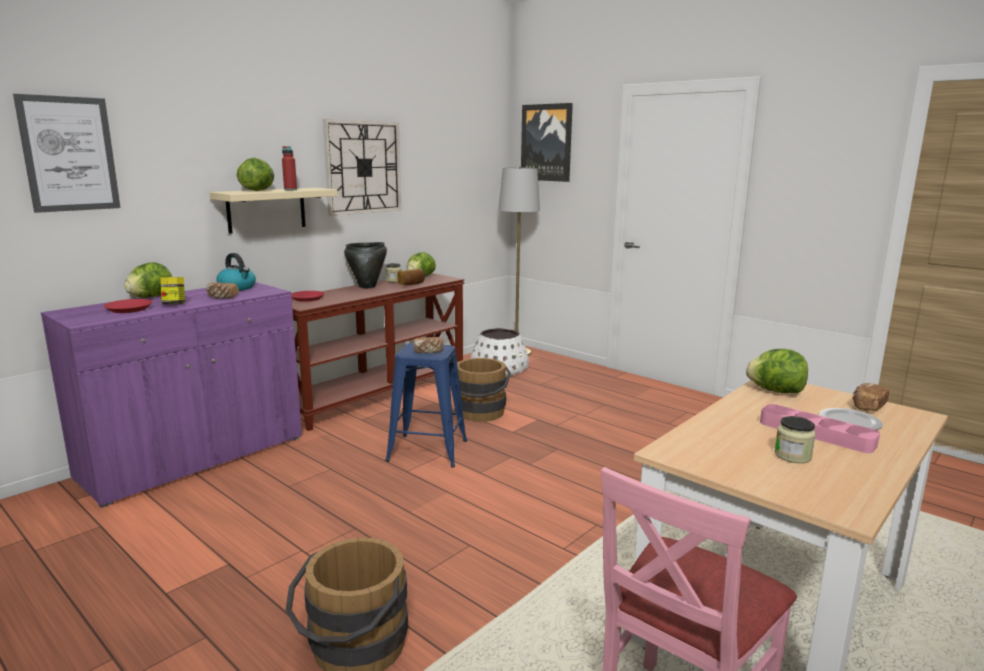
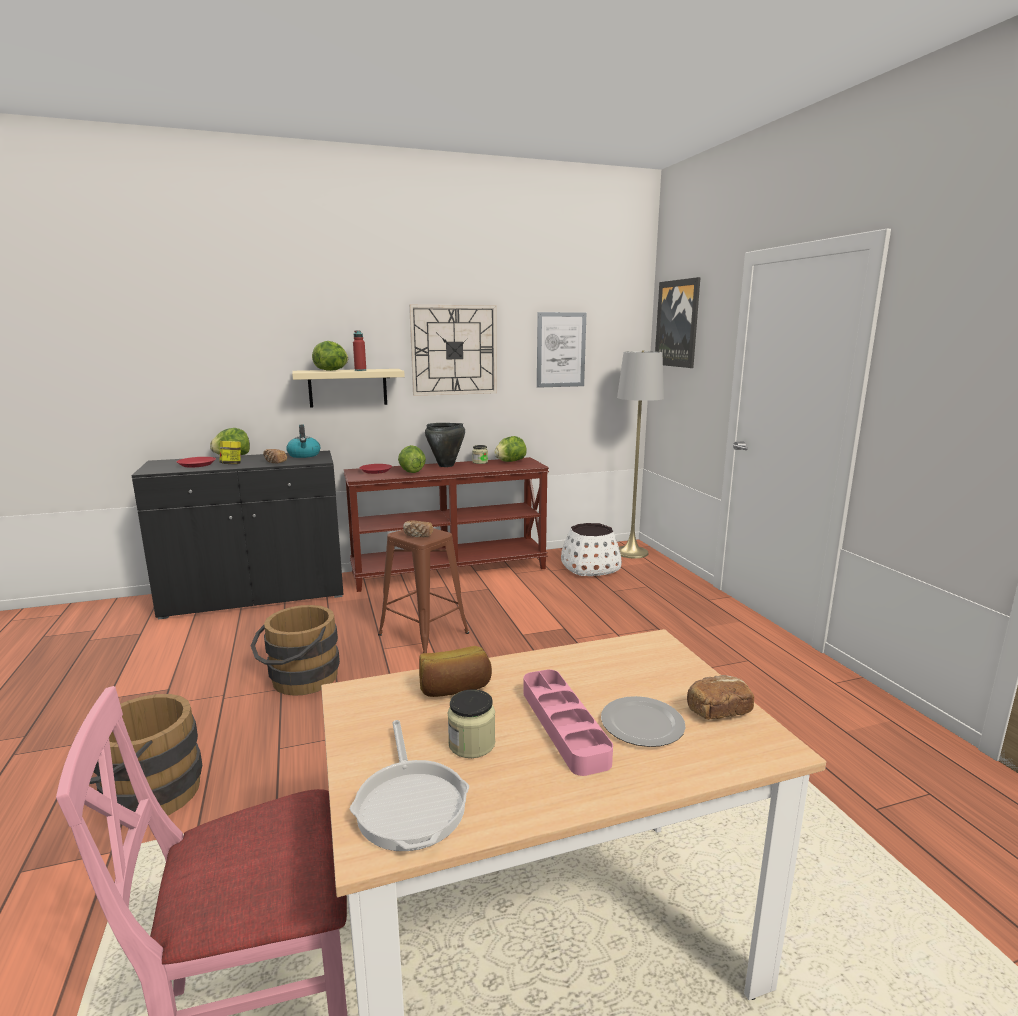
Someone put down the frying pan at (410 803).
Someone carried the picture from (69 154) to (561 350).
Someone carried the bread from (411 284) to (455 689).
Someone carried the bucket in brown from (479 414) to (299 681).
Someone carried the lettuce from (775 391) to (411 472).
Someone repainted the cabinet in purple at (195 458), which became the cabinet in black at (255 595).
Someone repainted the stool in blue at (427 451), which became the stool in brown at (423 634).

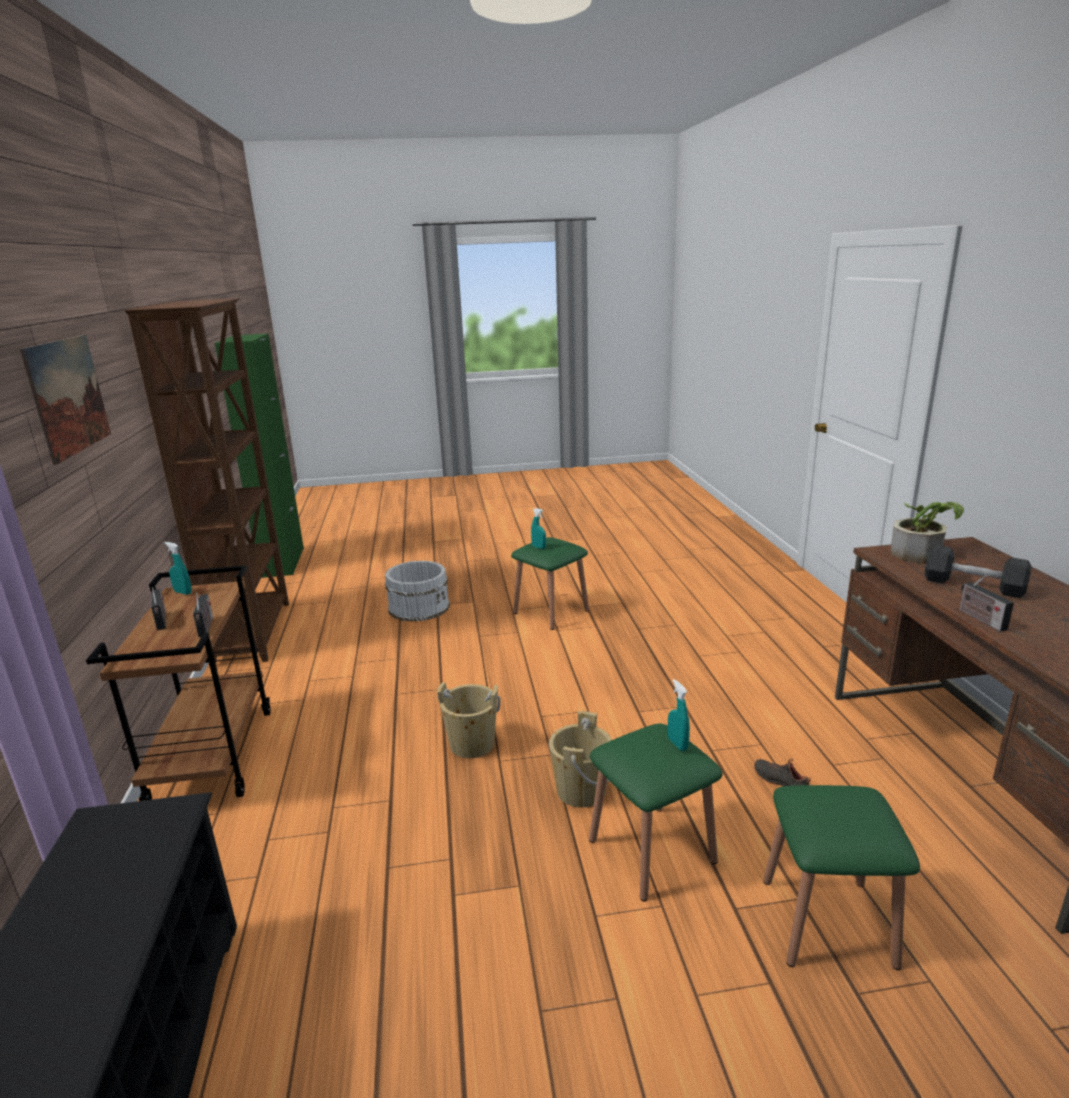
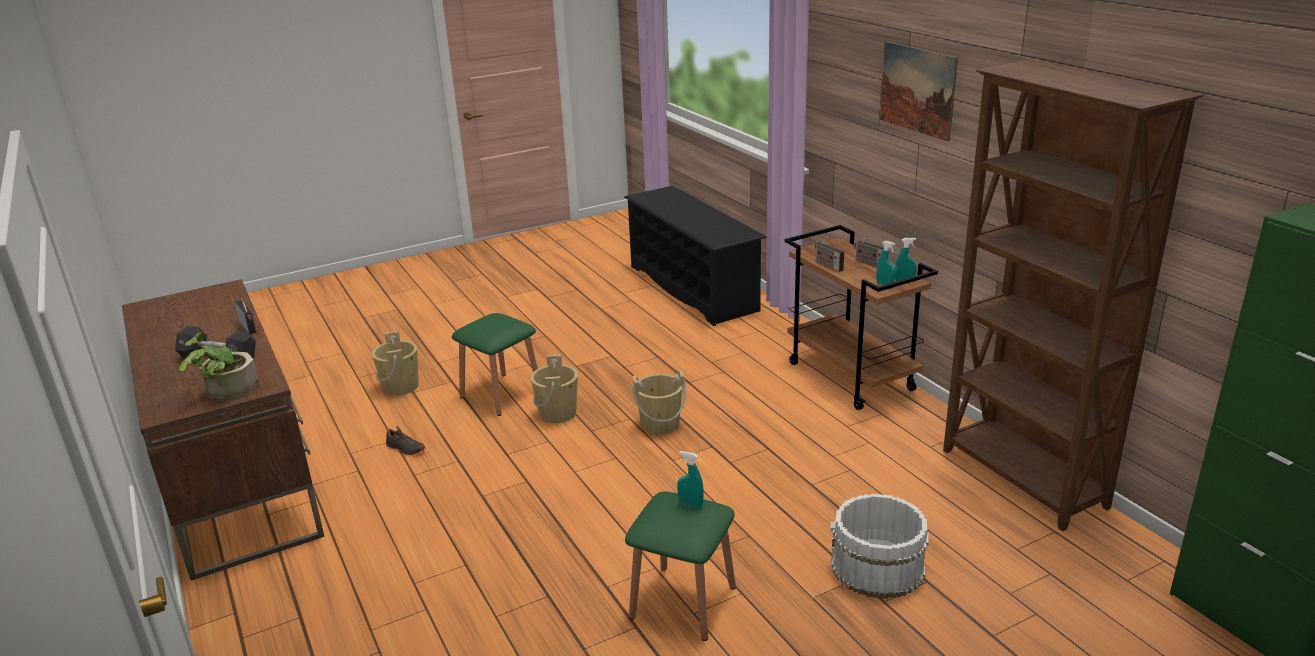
Someone carried the spray bottle in turquoise from (677 744) to (885 285).
Someone swapped the stool in green at (827 921) for the bucket in beige at (401 386).

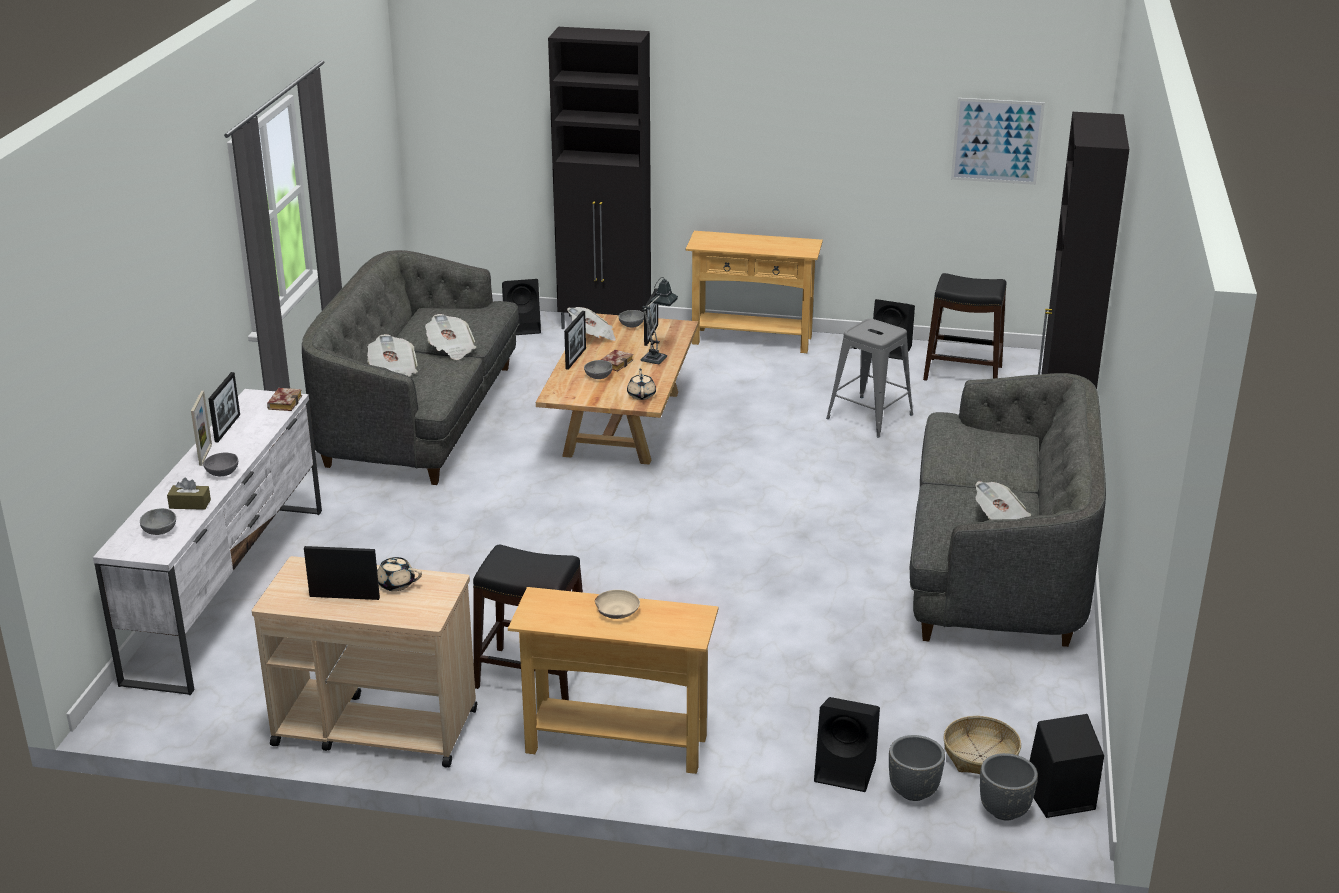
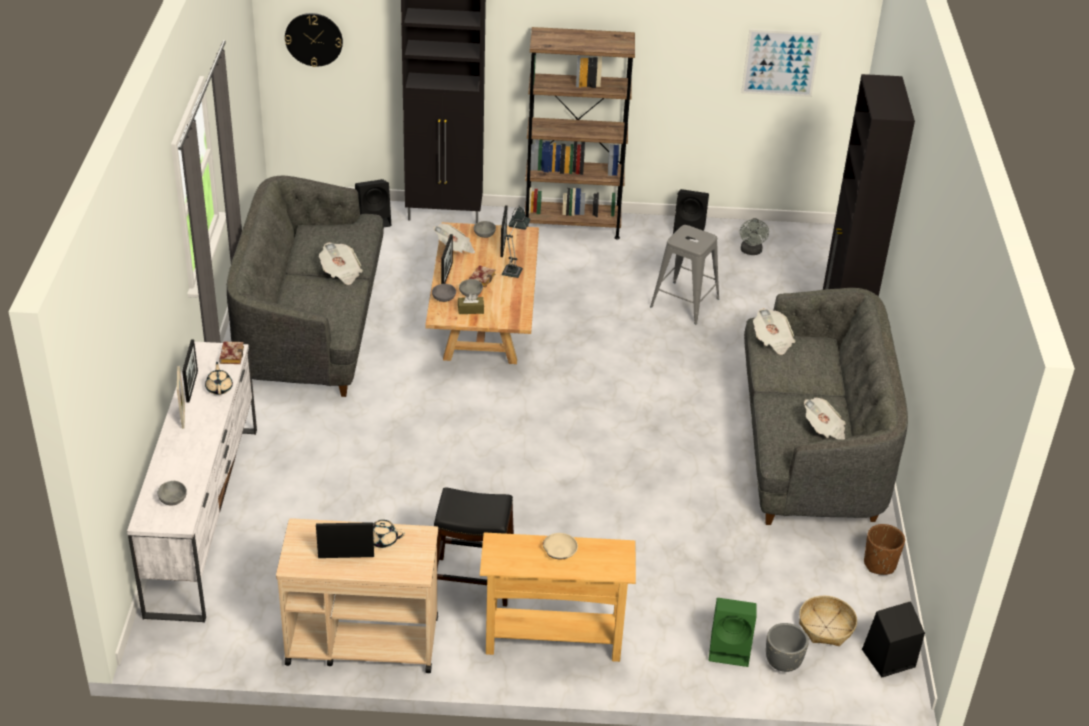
Someone took away the planter in grey at (1004 811).
Someone put up the wall clock at (313 39).
Someone put down the planter in brown at (880 564).
Someone carried the tissue box in brown from (190 504) to (470 310).
Someone carried the bowl in grey from (222 473) to (444 299).
Someone carried the newspaper from (393 372) to (772 341).
Someone carried the teapot in beige from (641 395) to (219 388).
Someone swapped the console table in beige at (752 340) for the bookcase in brown at (572 225).
Someone swapped the stool in black at (962 373) for the fan in grey at (751 252).
Someone repainted the speaker in black at (847 771), which became the speaker in green at (731 649).

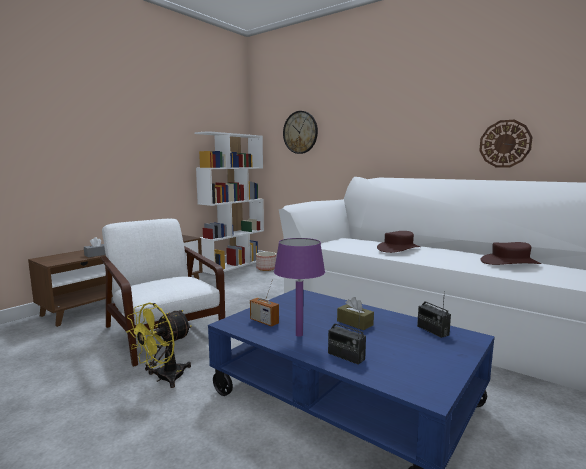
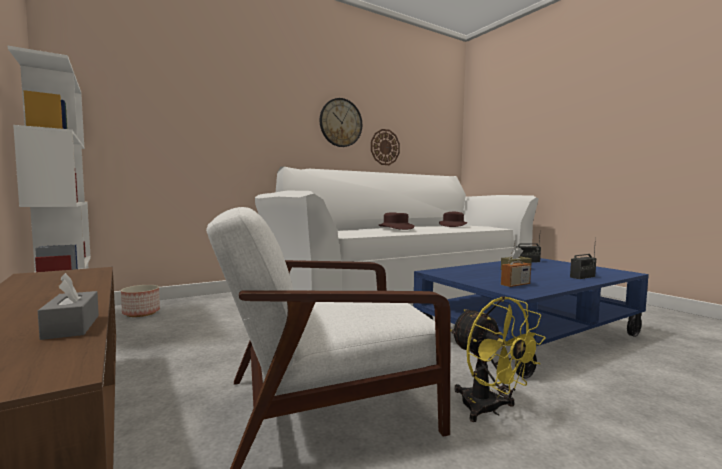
Someone took away the table lamp in purple at (299 335).
Someone carried the wall clock from (300 132) to (340 123).

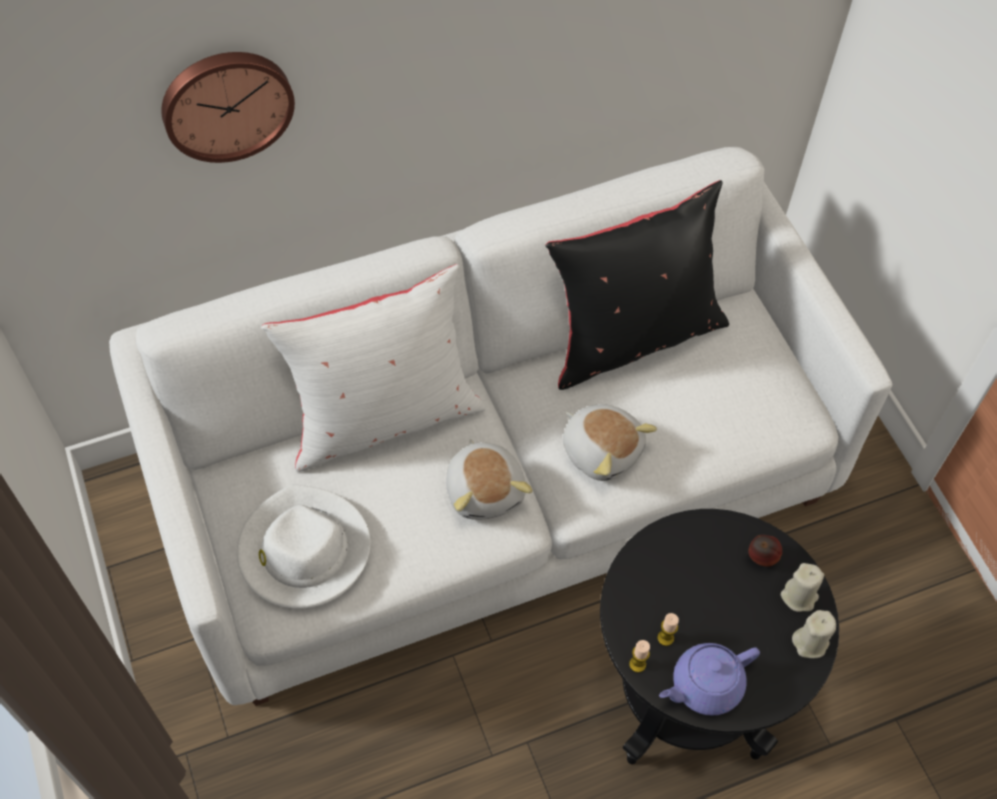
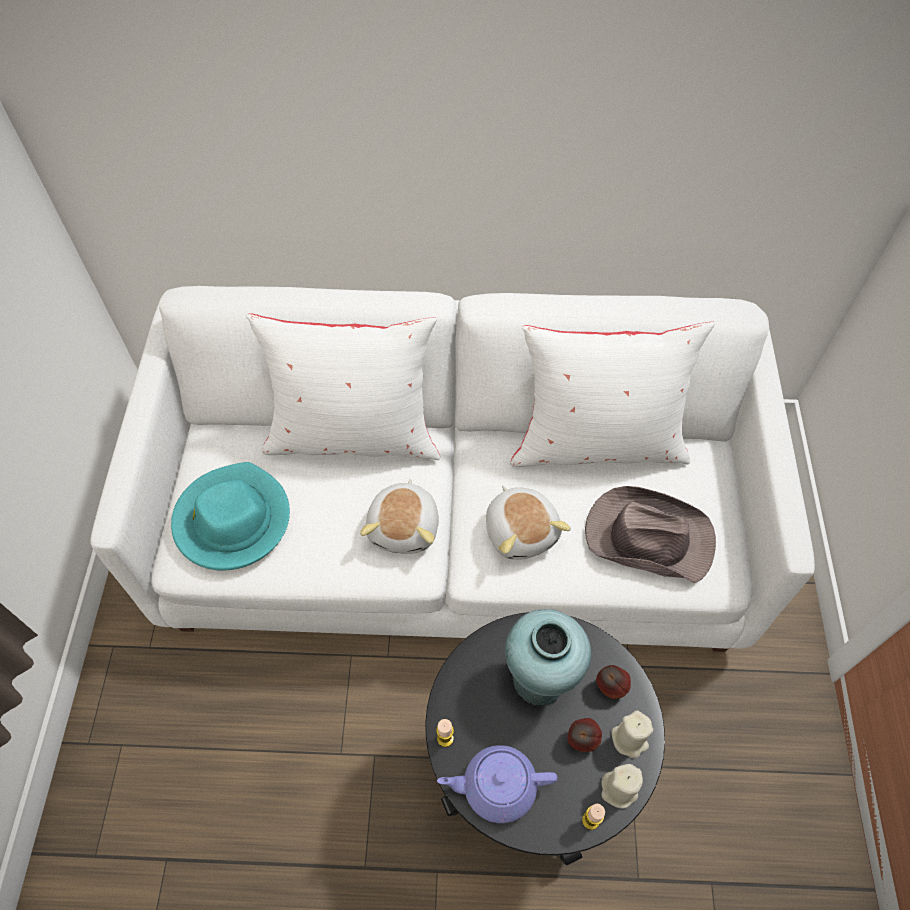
Someone took away the wall clock at (226 103).
Someone put down the vase in turquoise at (539 678).
Someone put down the apple at (581 740).
Someone put down the hat in brown at (647 537).
Someone carried the candle from (665 638) to (590 820).
Someone repainted the hat in white at (303 550), which became the hat in turquoise at (232 520).
Someone repainted the pillow in black at (632 336), which became the pillow in white at (597 443).

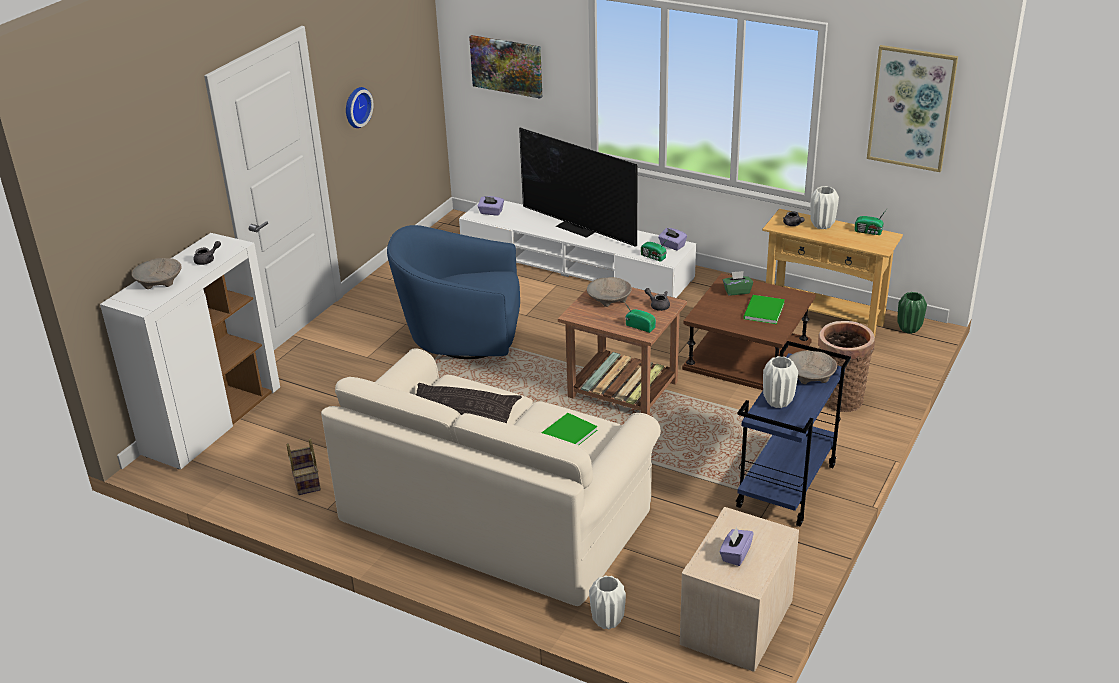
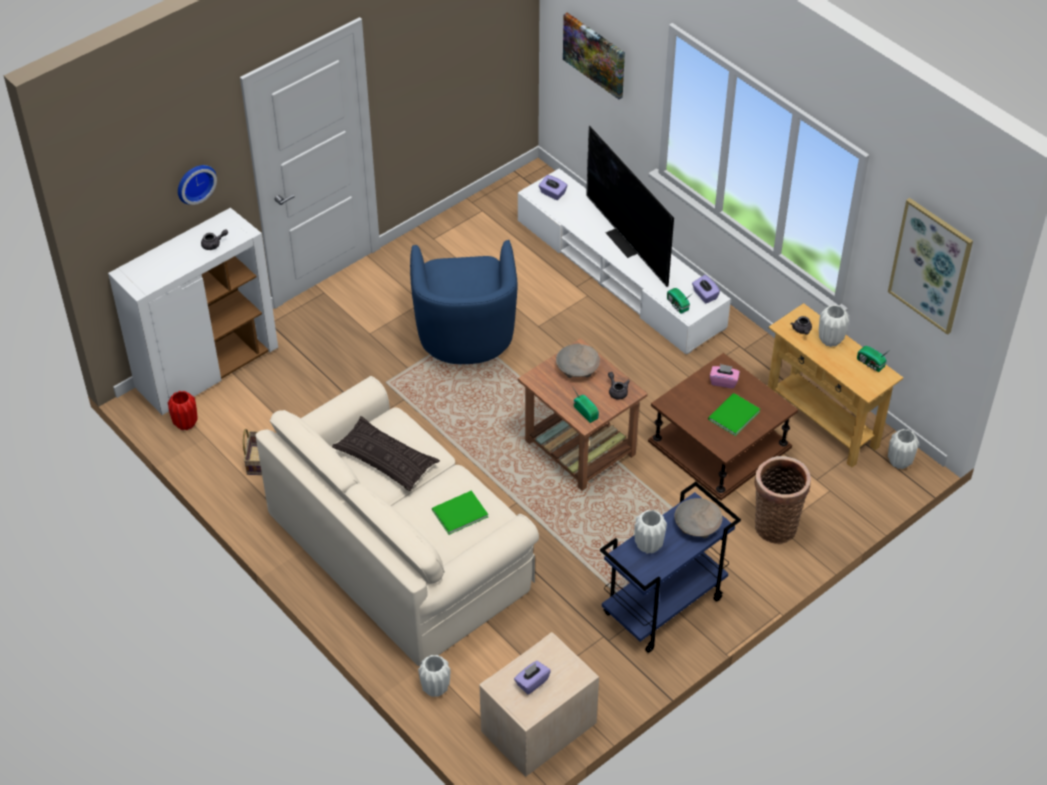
Someone took away the bowl in beige at (158 281).
Someone put down the vase in red at (185 423).
Someone carried the wall clock from (356 107) to (194 182).
Someone repainted the tissue box in green at (737 291), which became the tissue box in pink at (723 382).
Someone repainted the vase in green at (908 329), which became the vase in white at (899 462).
Someone rotated the armchair in blue at (461 337) by 120 degrees counterclockwise.

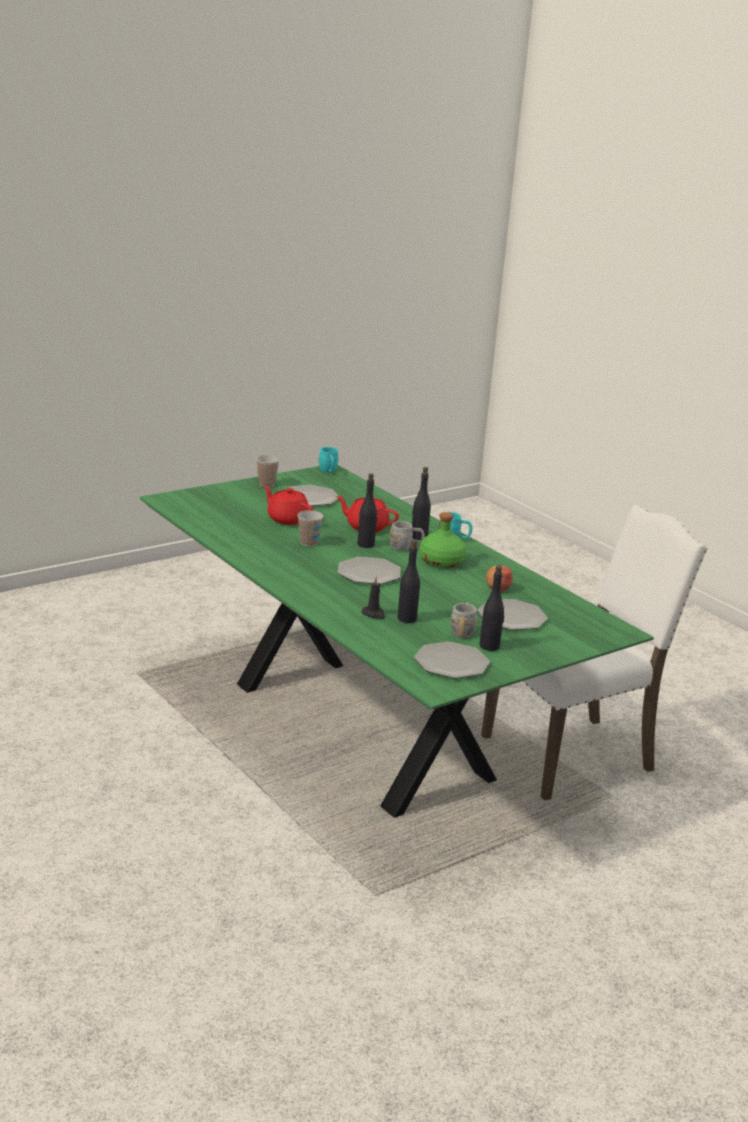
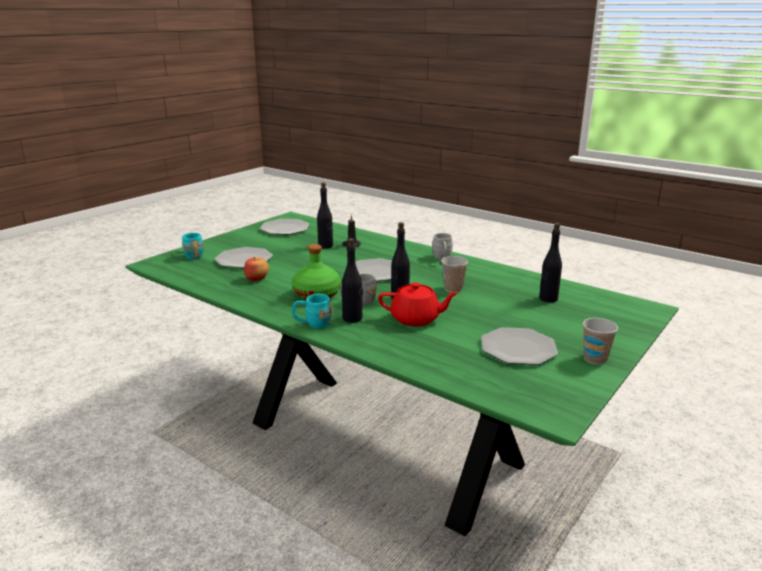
Someone took away the teapot in red at (287 519).
Someone took away the chair in white at (572 755).
Someone carried the mug in turquoise from (328 471) to (192 255).
Someone carried the mug in grey from (463 631) to (442 258).
Someone carried the bottle in black from (489 646) to (548 299).

